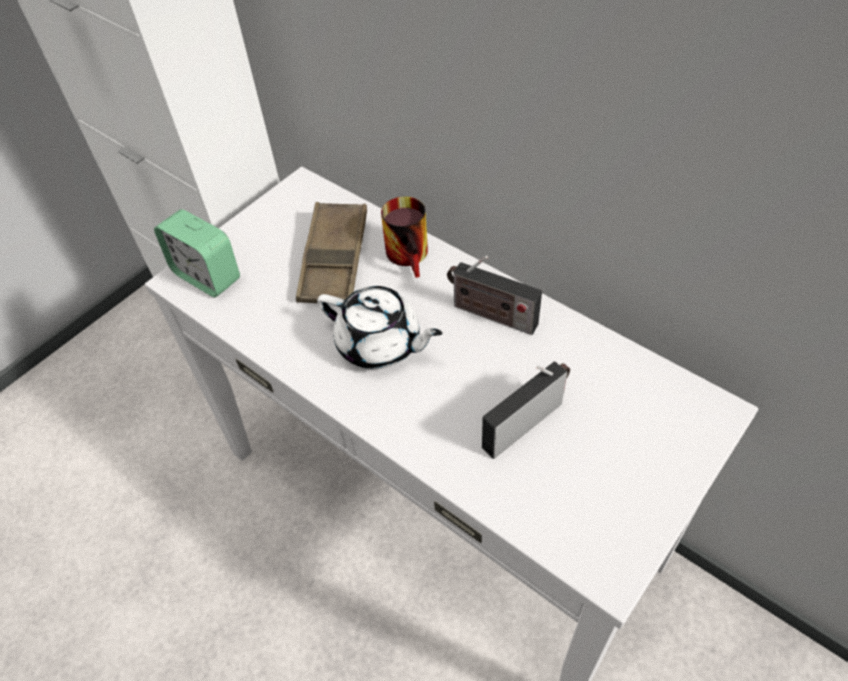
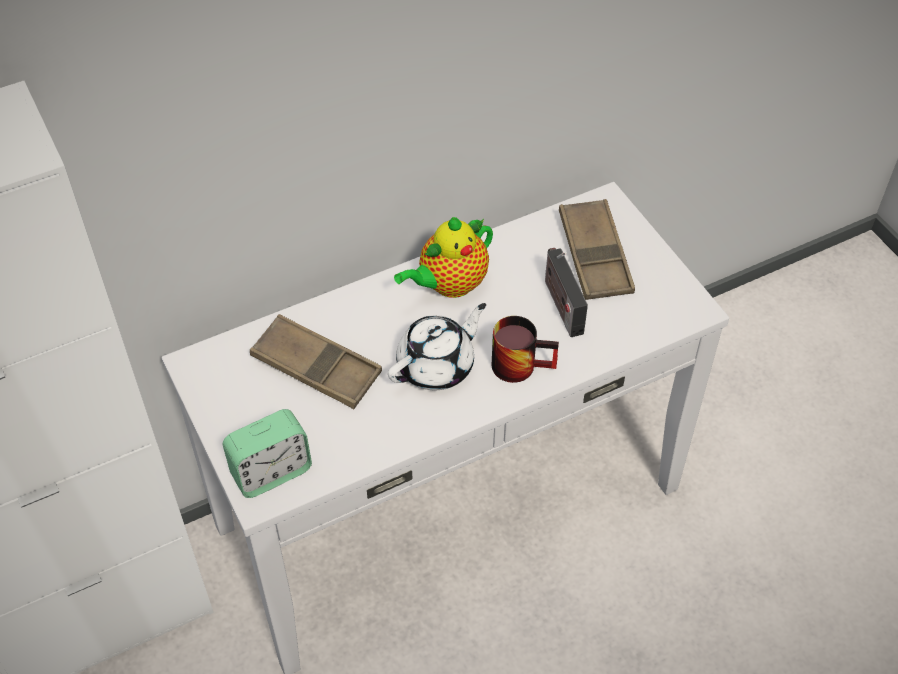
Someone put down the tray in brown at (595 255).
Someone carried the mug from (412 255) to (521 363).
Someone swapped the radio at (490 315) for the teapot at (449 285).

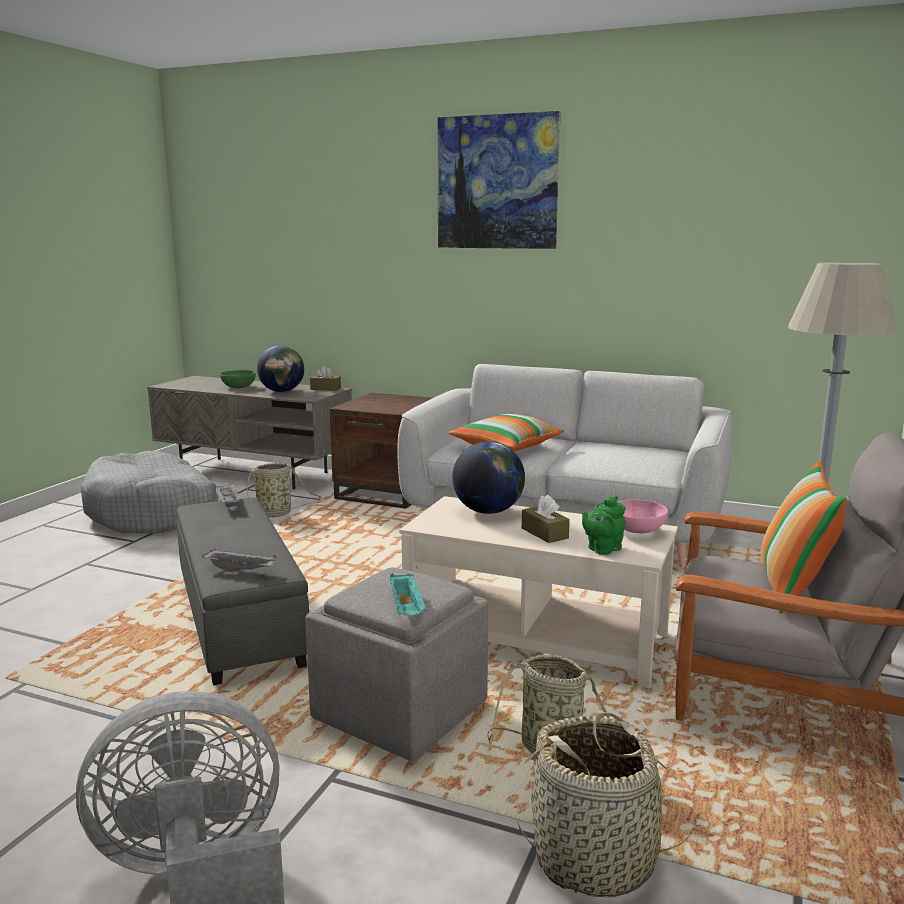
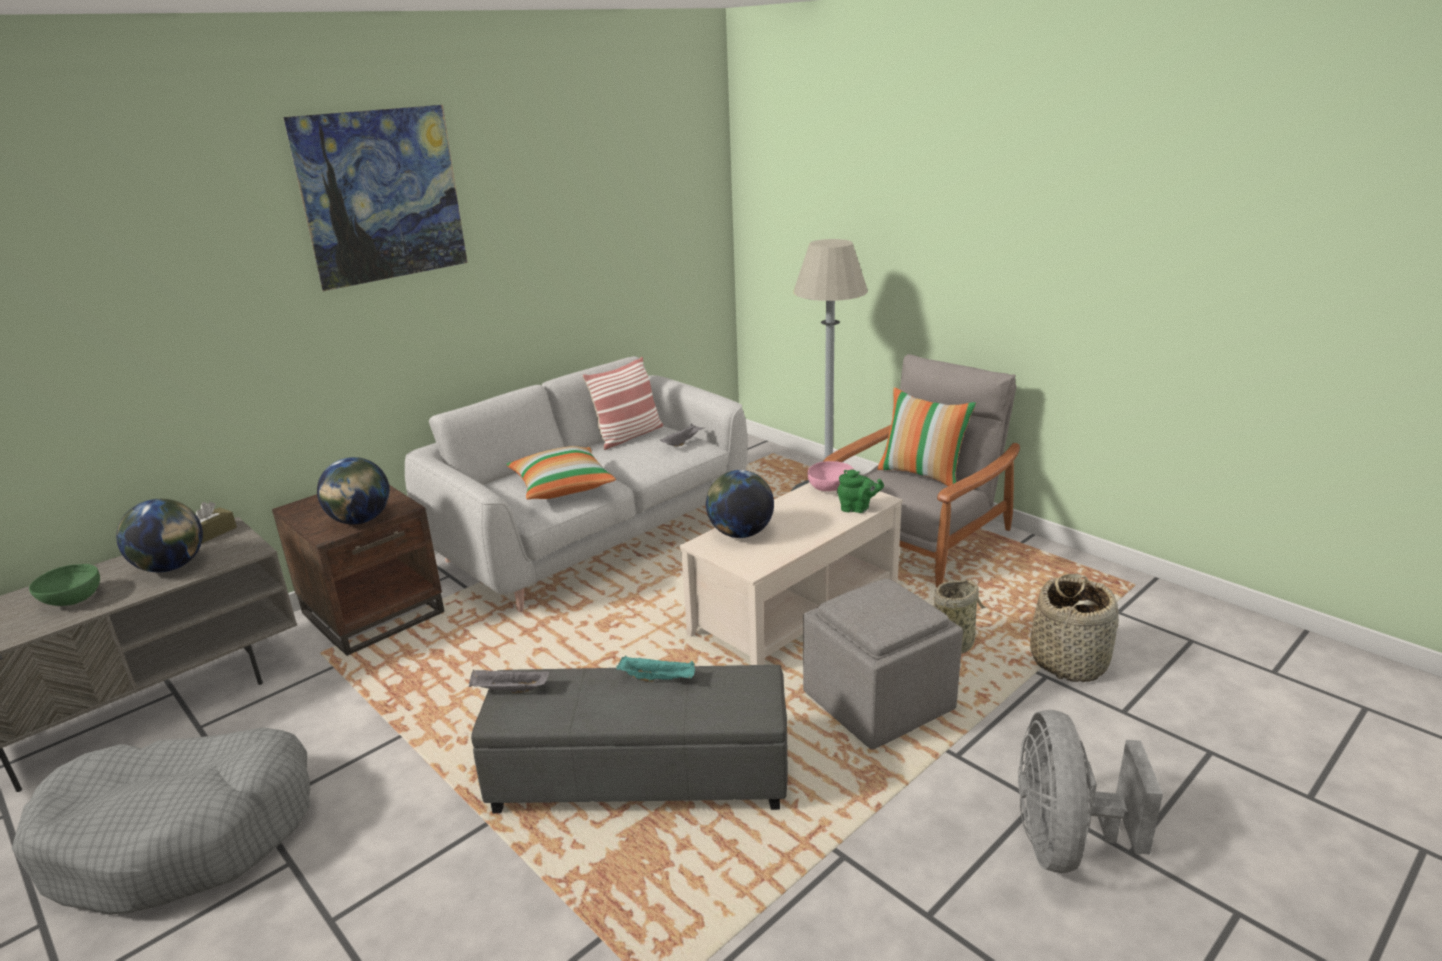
Someone took away the basket at (277 514).
Someone took away the tissue box in brown at (544 533).
Someone put down the globe at (360 520).
Someone put down the pillow at (628 436).
Someone carried the tray in grey from (241 570) to (683 442).
Someone carried the tray in turquoise from (407 609) to (658 679).
Someone rotated the teapot in green at (602 549) by 60 degrees counterclockwise.

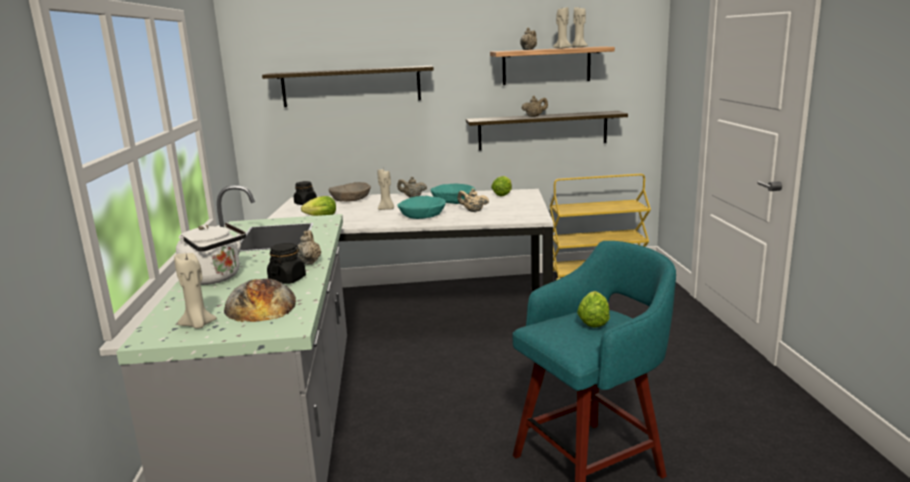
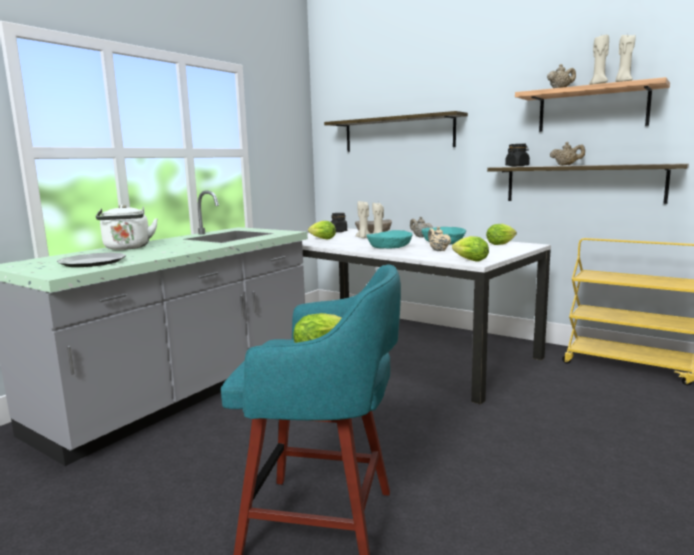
Someone took away the teapot in beige at (309 262).
Someone put down the lettuce at (468 260).
Someone carried the candle in beige from (198 325) to (363 238).
Someone carried the jar in black from (287 279) to (517 166).
Someone swapped the bread at (261 305) for the plate at (93 262).

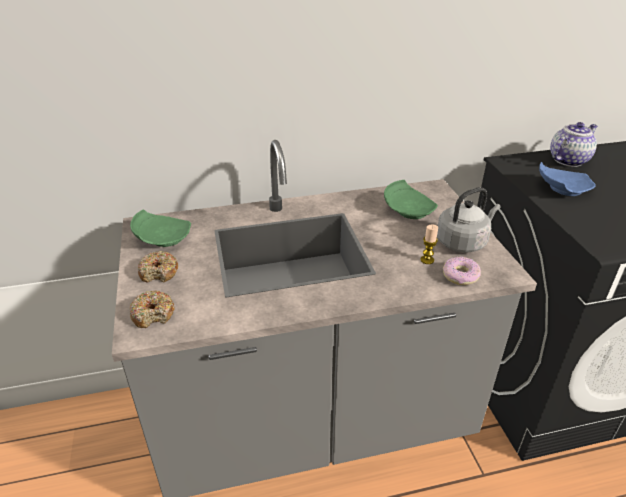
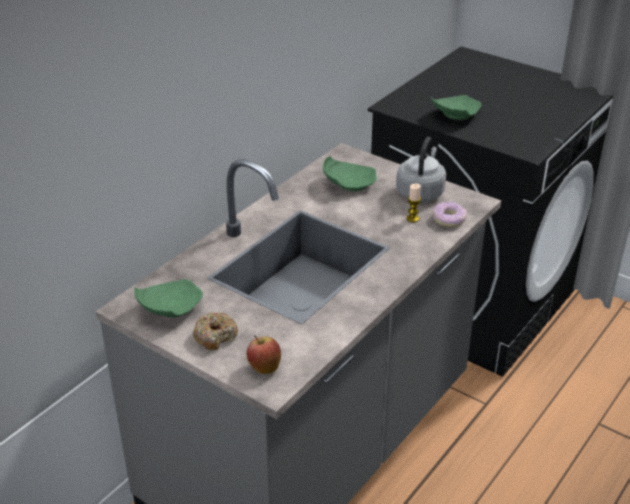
Someone took away the teapot at (568 160).
Someone swapped the donut at (153 314) for the apple at (264 367).
Someone repainted the plate in blue at (561 189), which became the plate in green at (454 115).

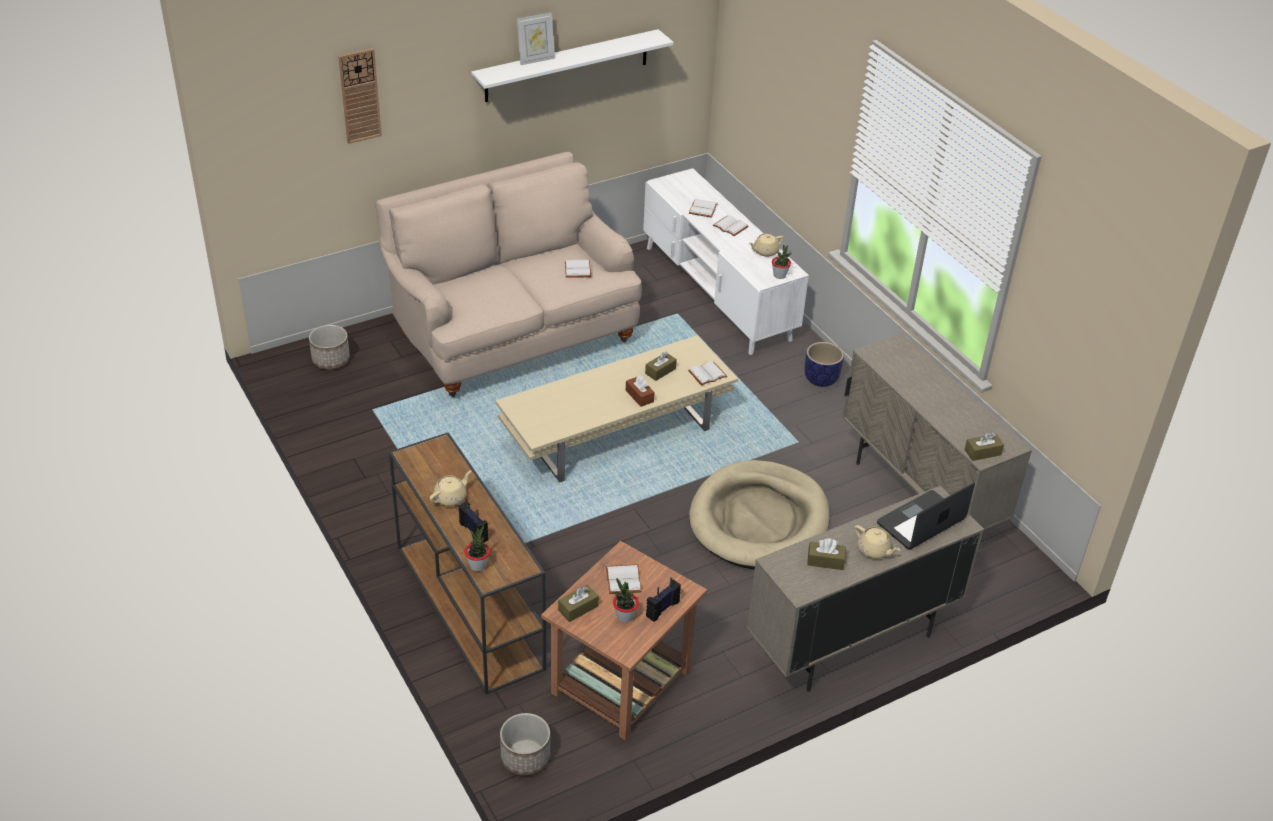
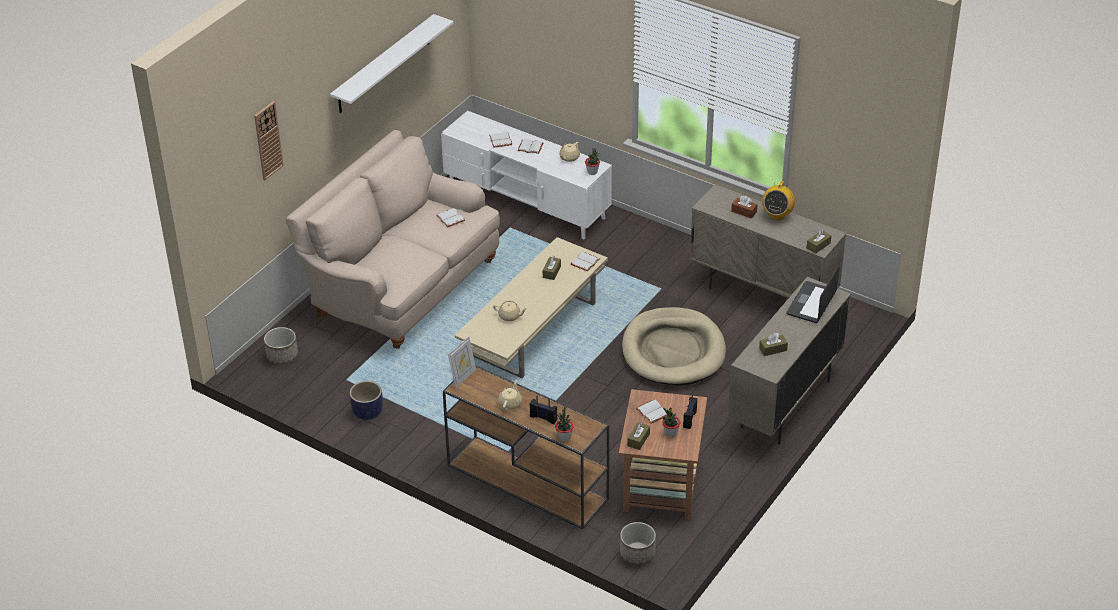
Someone put down the radio at (777 215).
Someone carried the picture frame from (536 60) to (463 377).
Someone carried the tissue box in brown from (639 396) to (744 211).
Someone carried the planter from (821 378) to (367 412).
Someone carried the teapot in beige from (874 550) to (510 316).

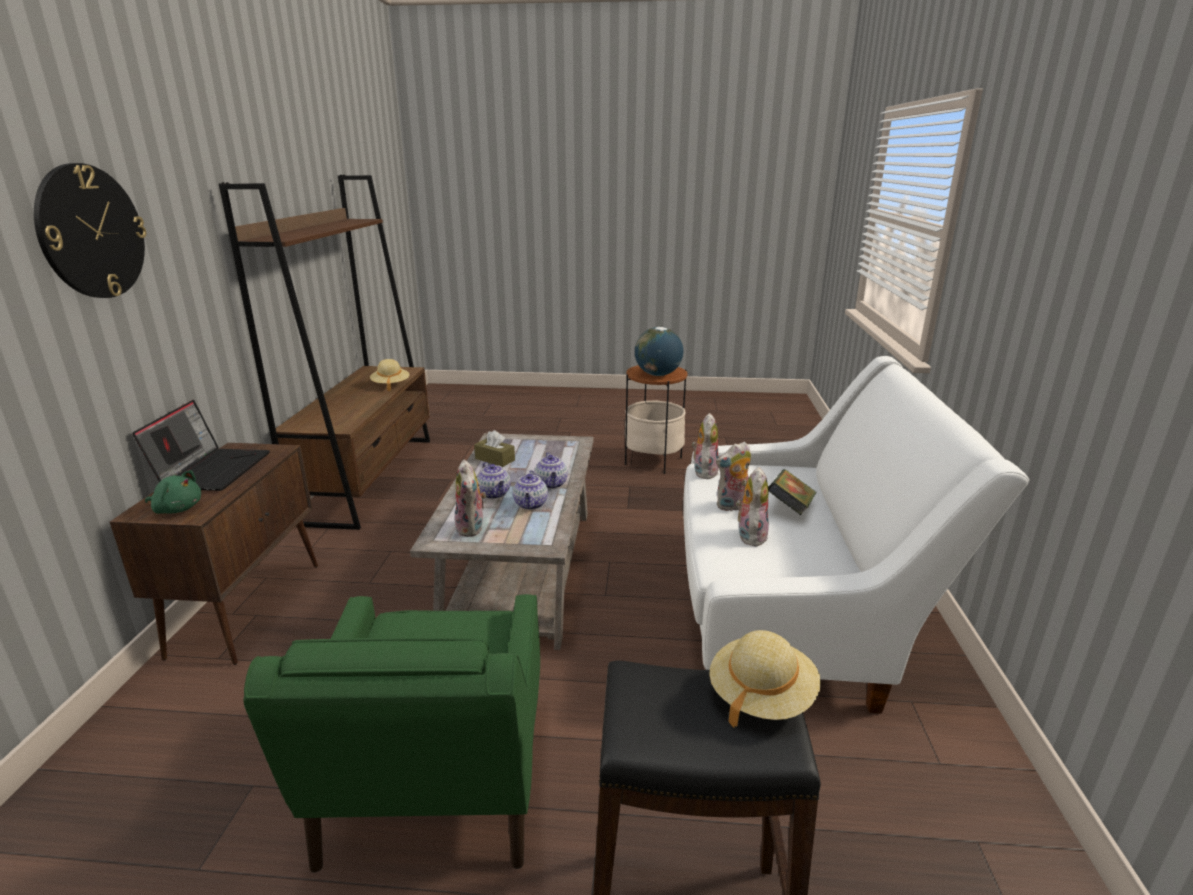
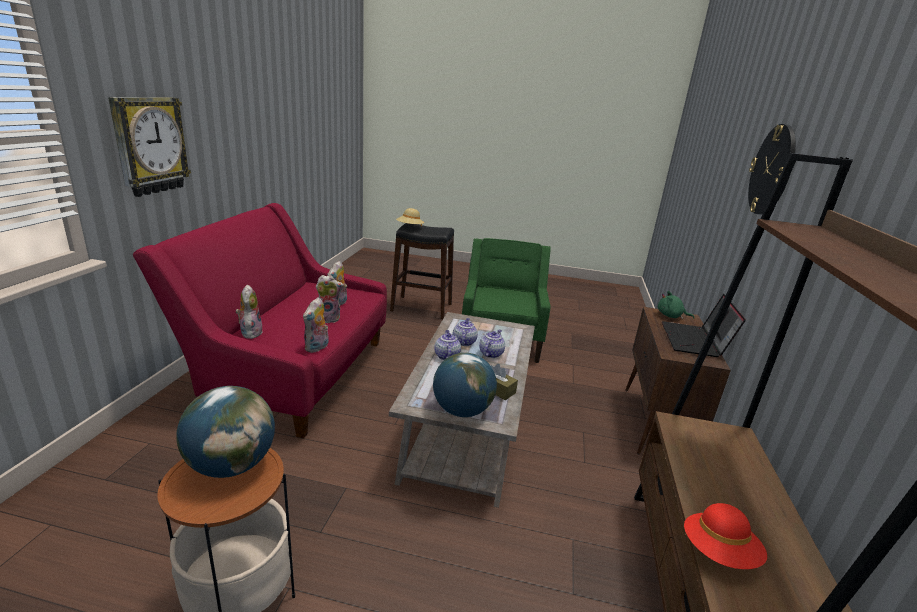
Someone took away the book at (790 508).
Someone put up the wall clock at (150 145).
Someone put down the globe at (462 411).
Someone carried the plush toy from (472 528) to (250 332).
Someone repainted the hat in beige at (390 385), which became the hat in red at (719 552).
Someone repainted the sofa in white at (791 609), which became the sofa in red at (293 373).
Someone rotated the teapot at (495 494) by 45 degrees clockwise.

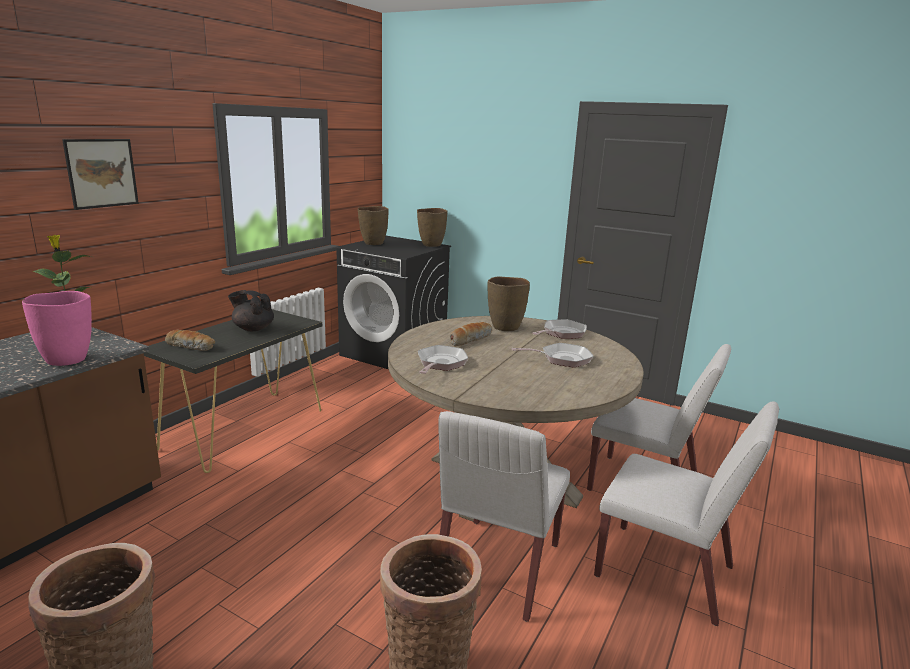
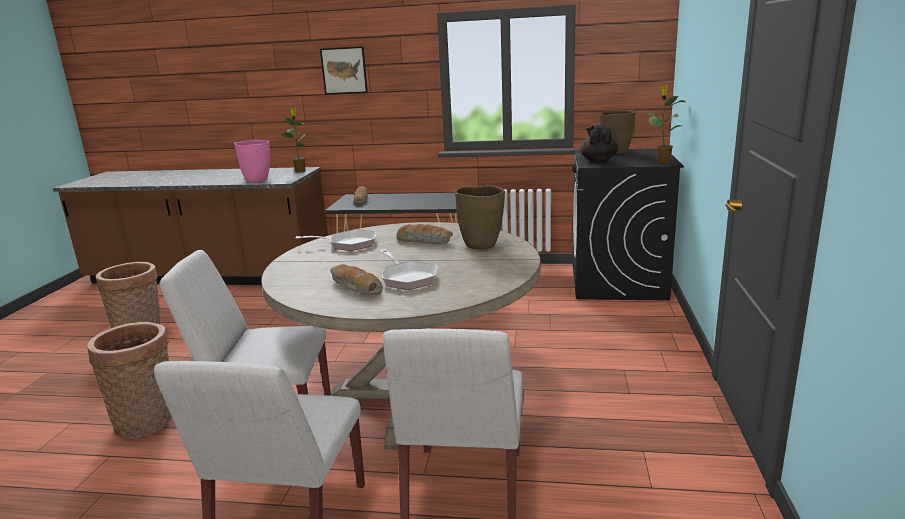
Someone took away the frying pan at (562 333).
Someone put down the bread at (355 287).
Someone carried the teapot in black from (253 328) to (598 160).
Someone swapped the vase in brown at (431 245) for the potted plant at (662 162).

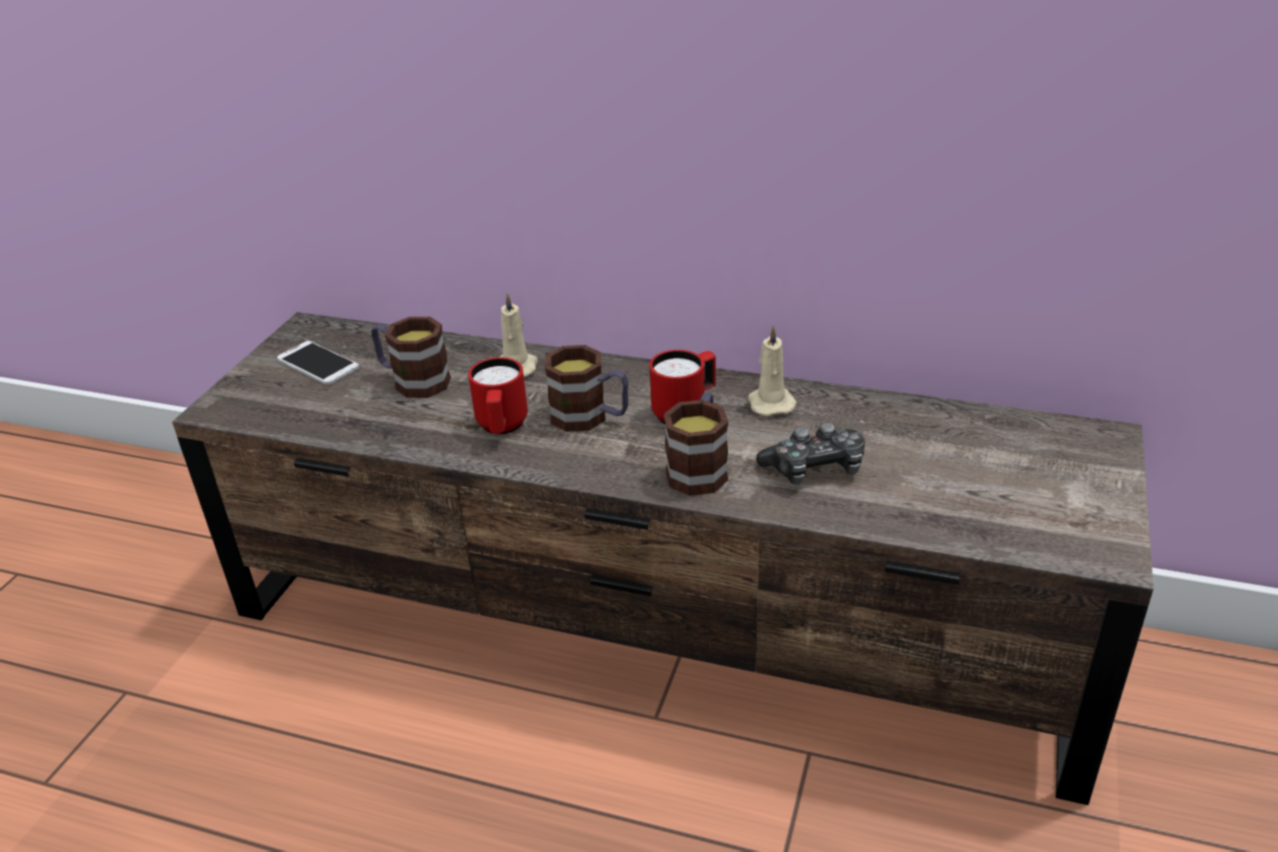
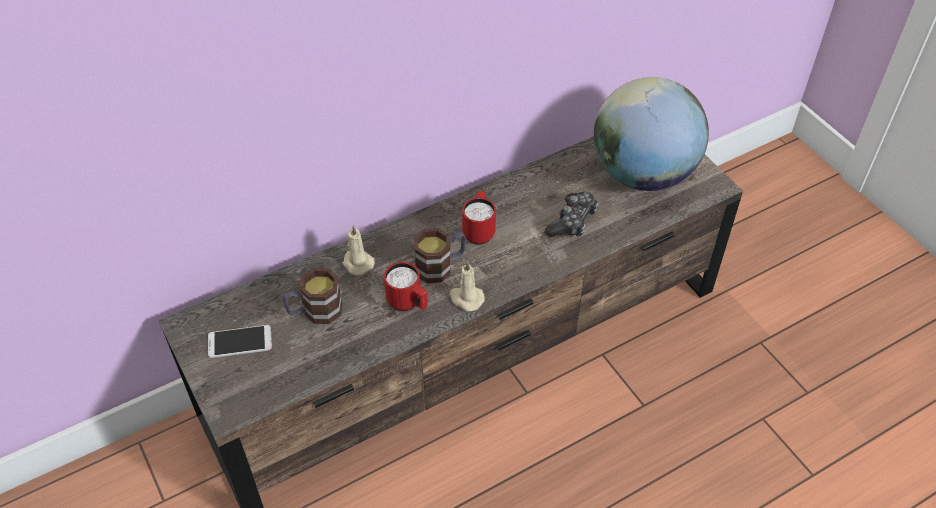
Someone took away the mug at (699 467).
Someone put down the globe at (642 174).
Someone carried the candle in beige from (770 402) to (466 298).

